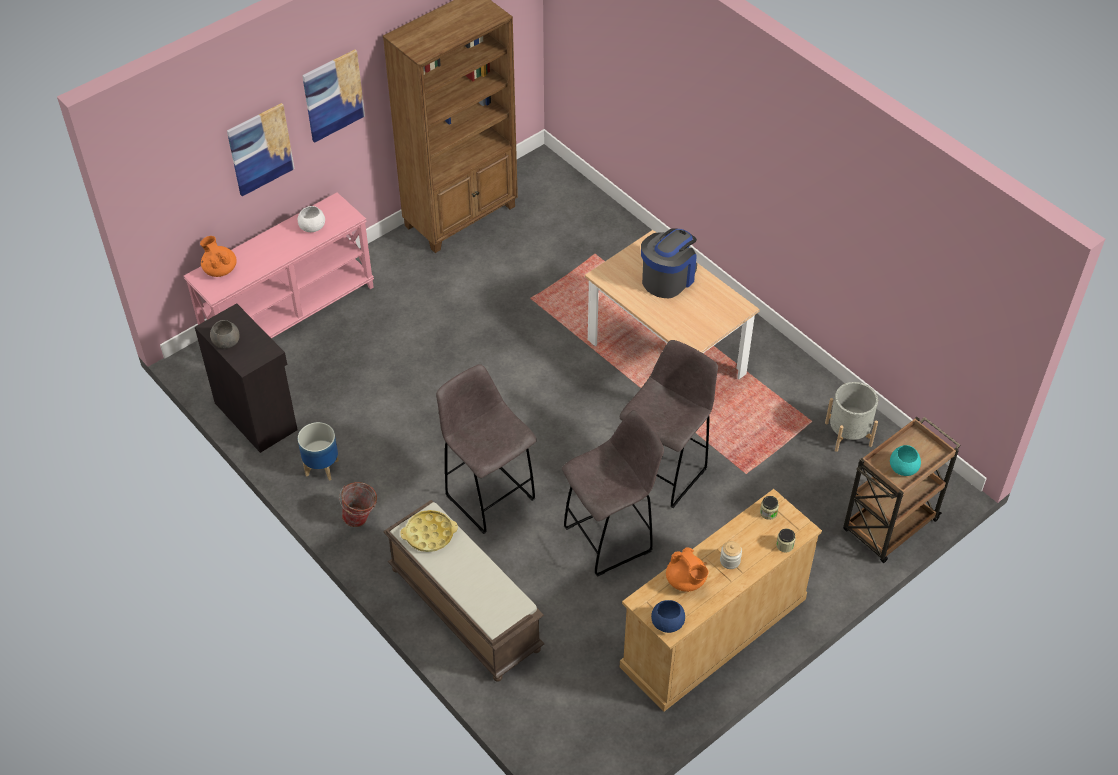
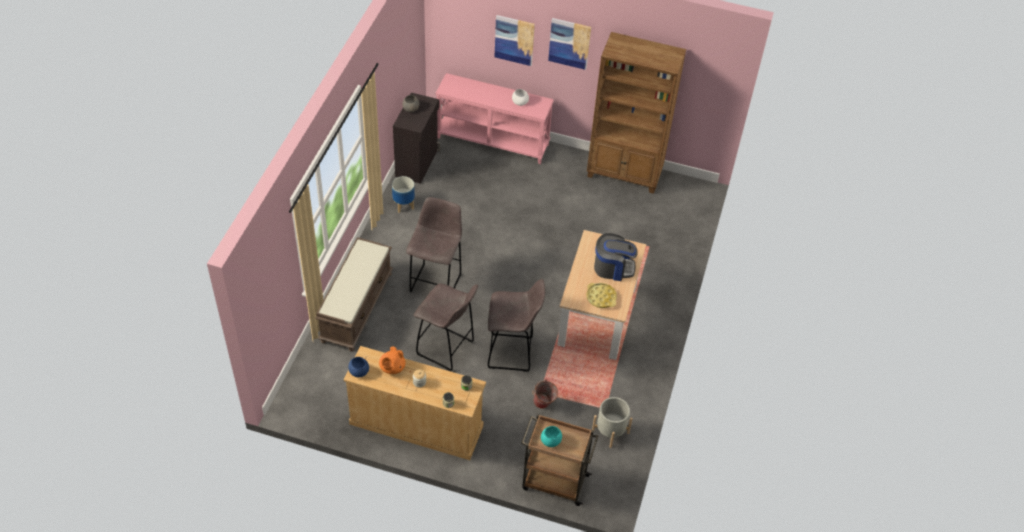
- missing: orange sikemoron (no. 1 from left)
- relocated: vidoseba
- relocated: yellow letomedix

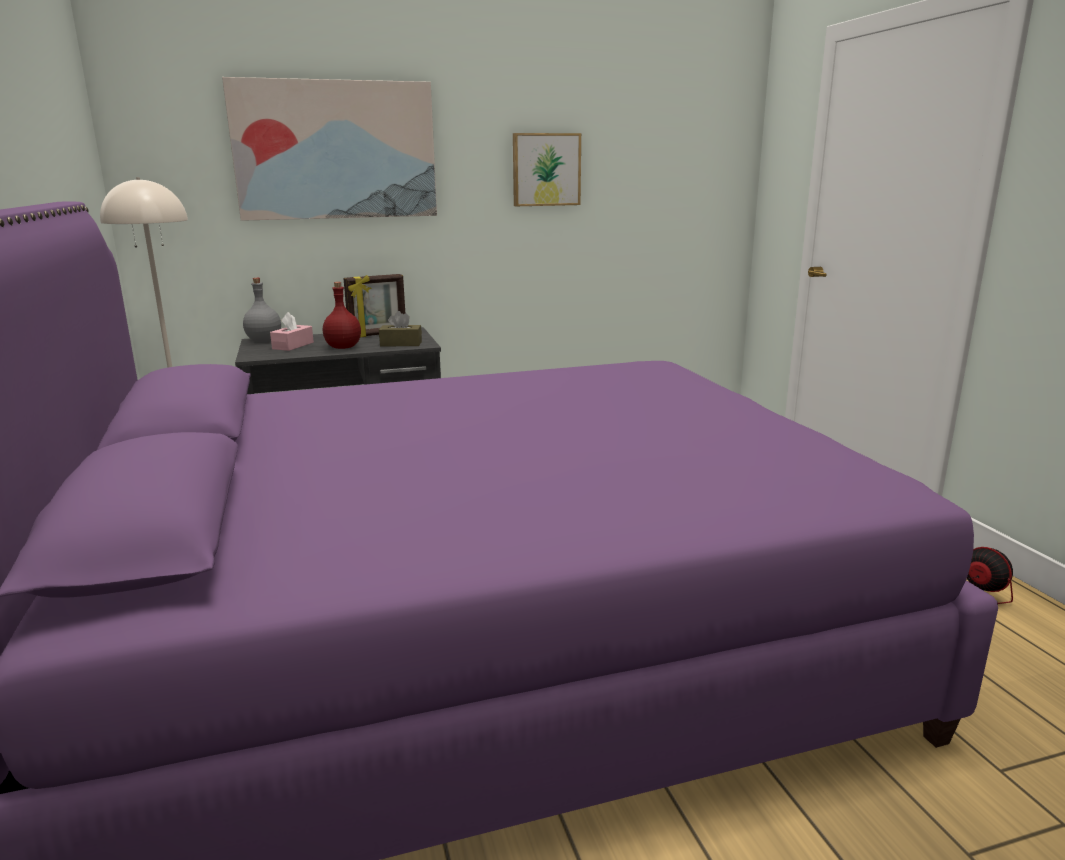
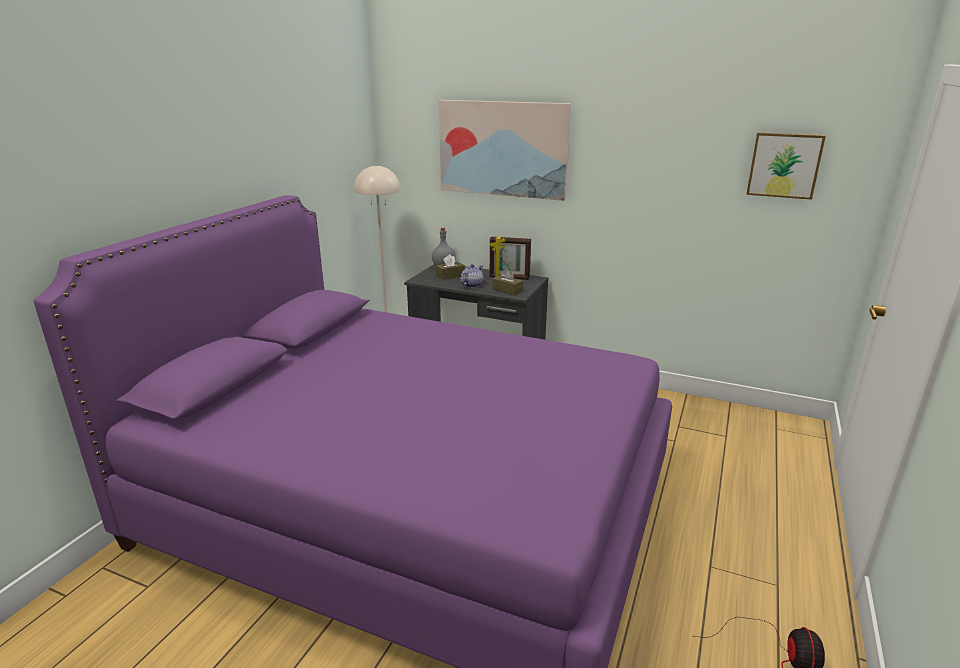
- relocated: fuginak (no. 2 from left)
- exchanged: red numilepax to sikemoron
- colour: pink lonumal to brown lonumal (no. 1 from left)

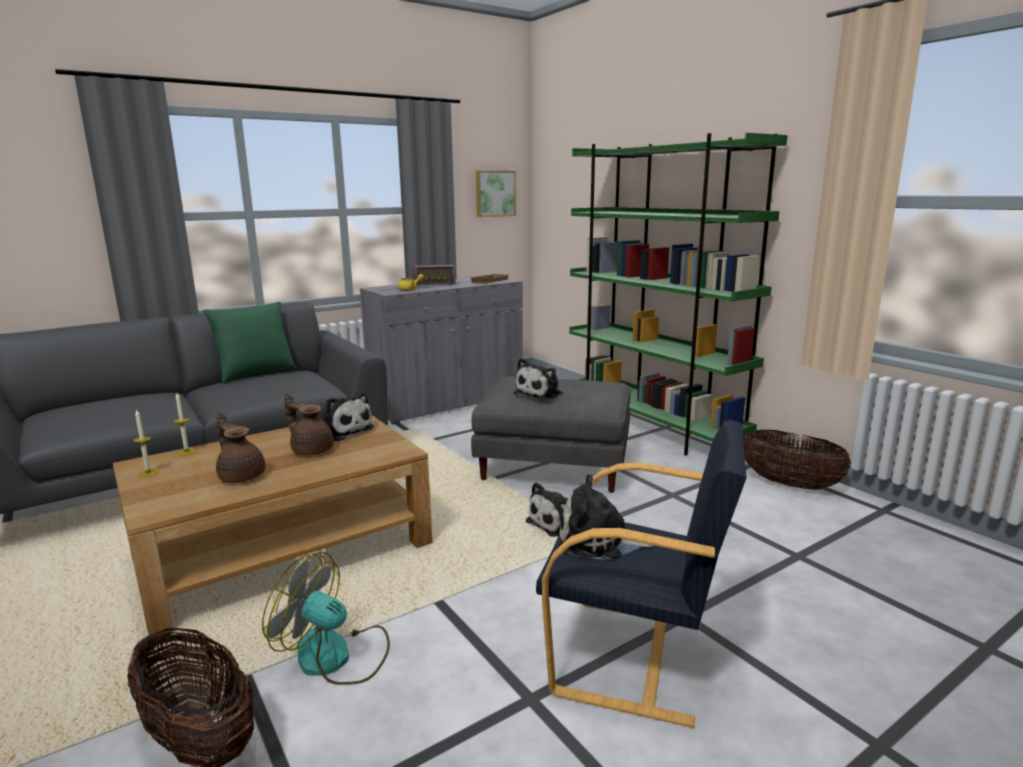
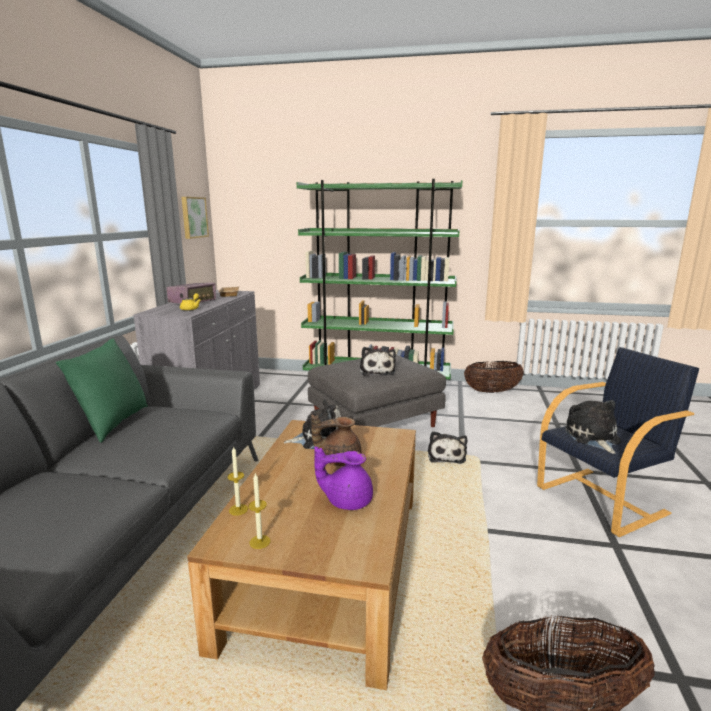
- colour: brown sikemoron (no. 1 from left) to purple sikemoron
- spun: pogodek (no. 4 from left) 120 degrees clockwise
- missing: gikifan

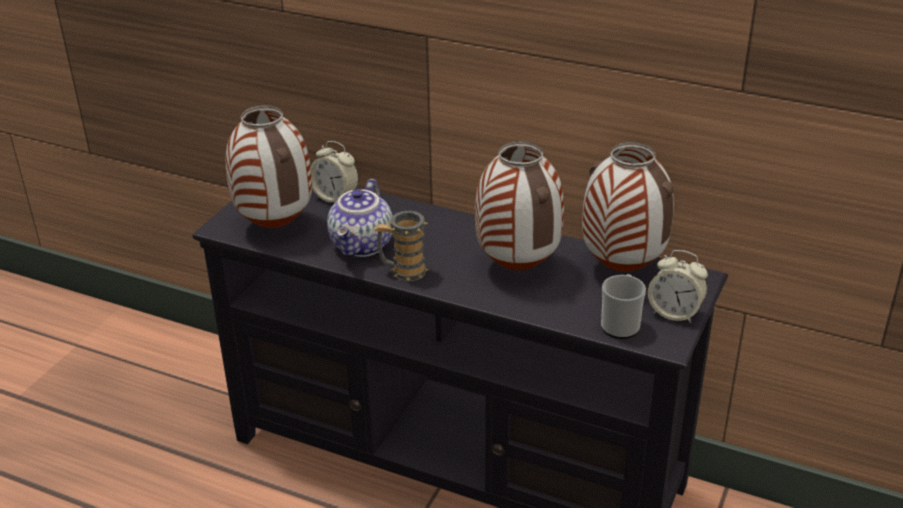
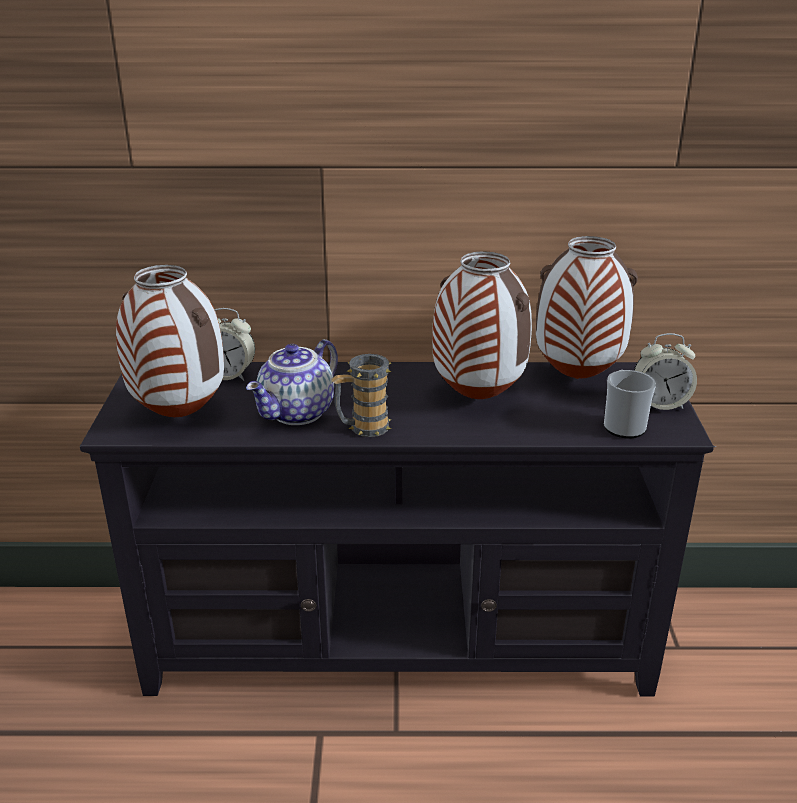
- spun: sikemoron 45 degrees clockwise

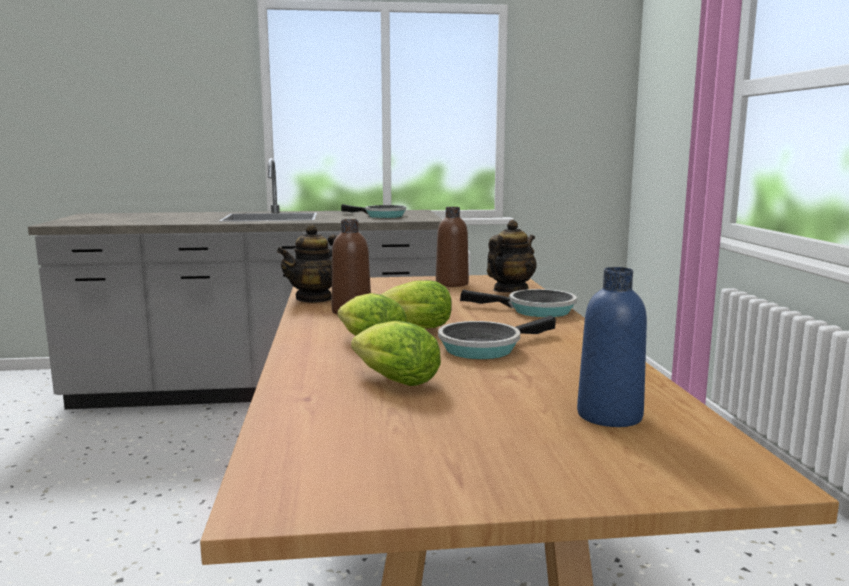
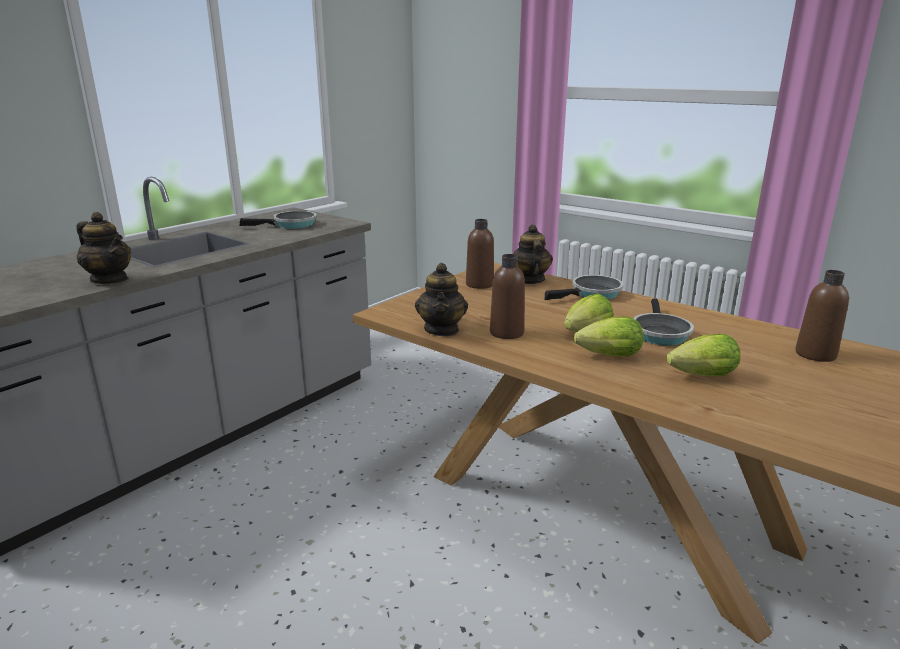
- colour: blue numilepax to brown numilepax (no. 3 from left)
- appeared: sikemoron (no. 1 from left)

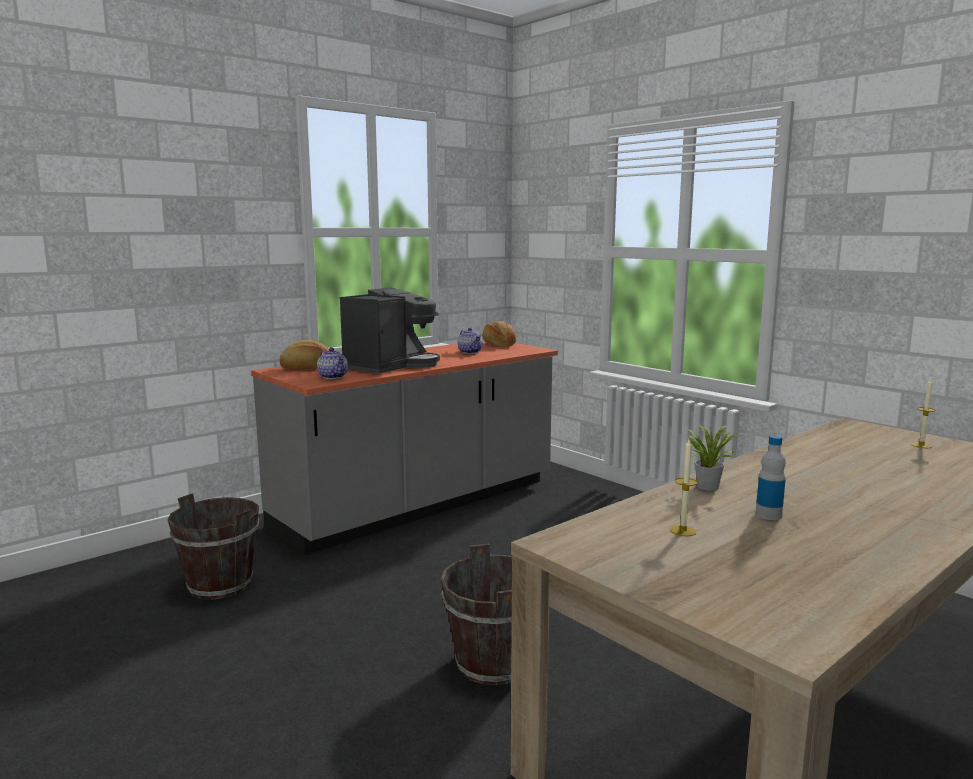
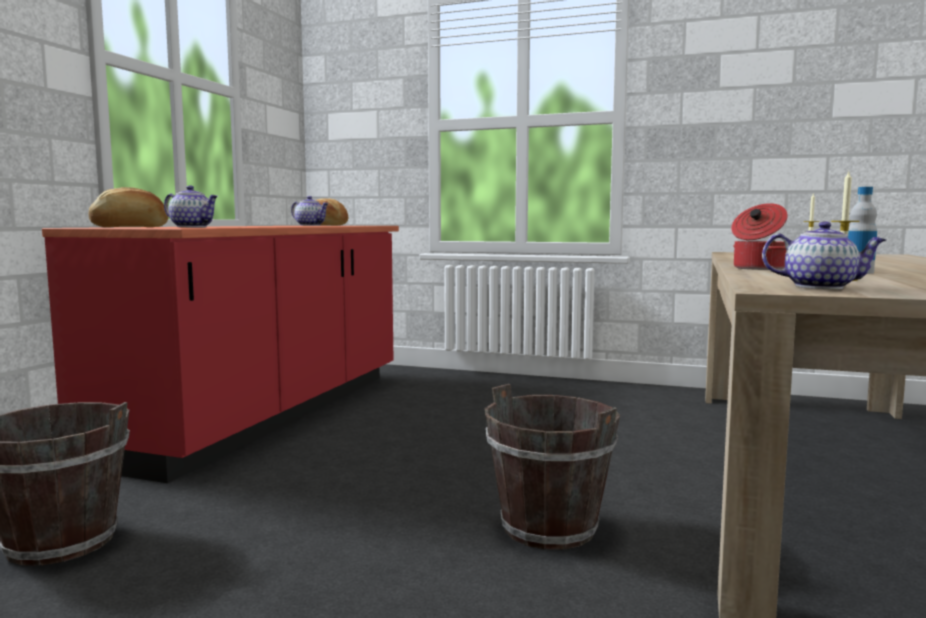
- missing: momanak
- colour: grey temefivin to red temefivin
- exchanged: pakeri to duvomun
- appeared: sikemoron (no. 3 from left)

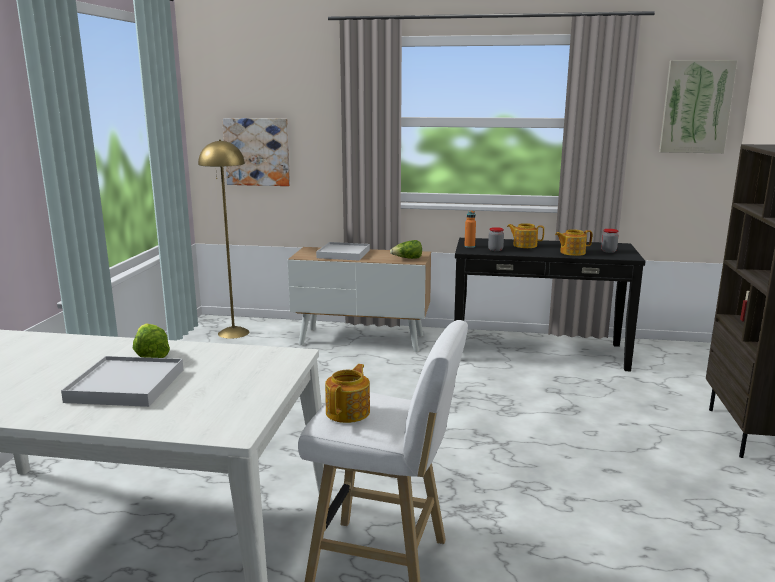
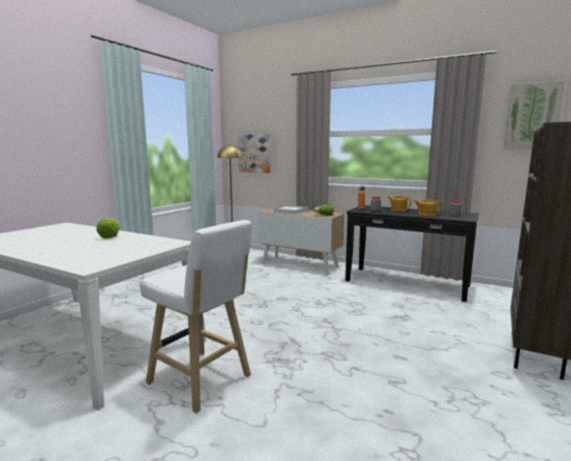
- missing: white letomedix (no. 1 from left)
- missing: sikemoron (no. 1 from left)

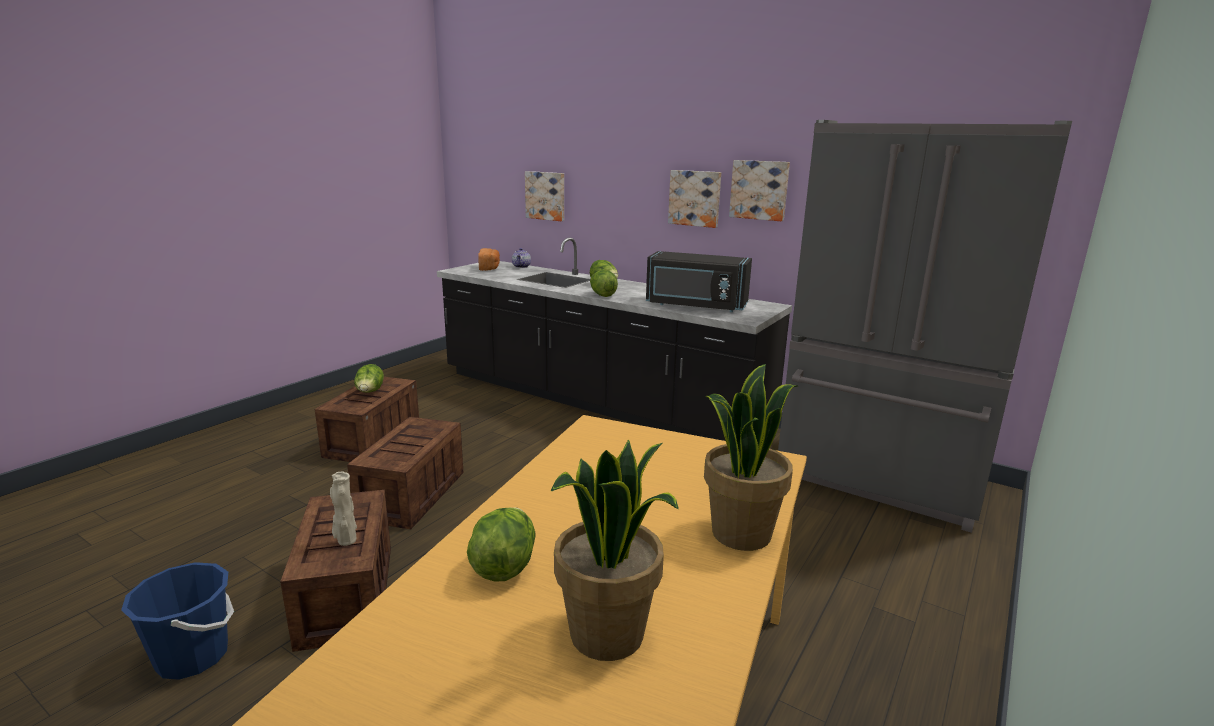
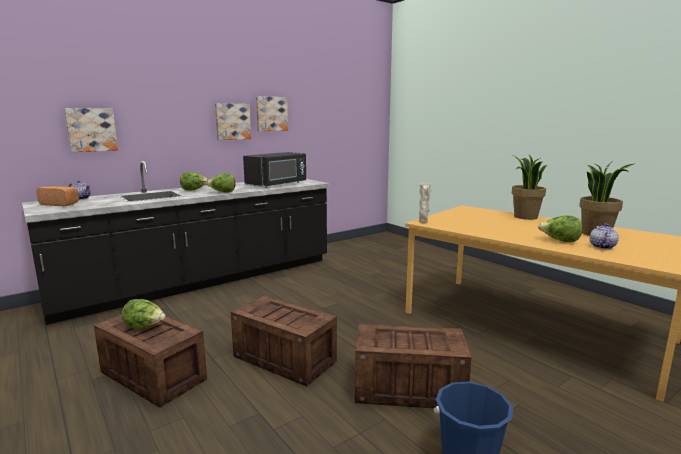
- missing: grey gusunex
- relocated: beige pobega
- appeared: sikemoron (no. 2 from left)

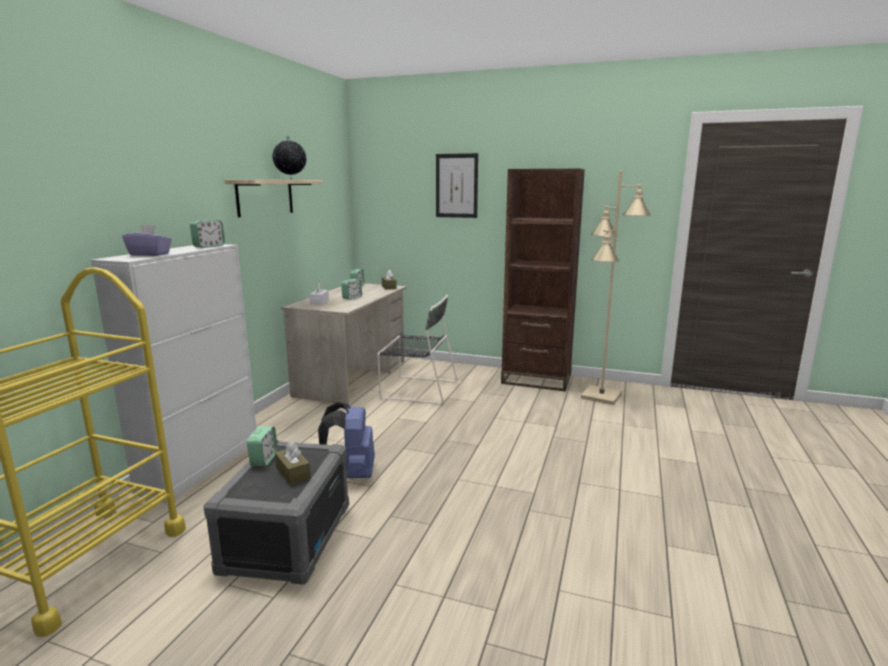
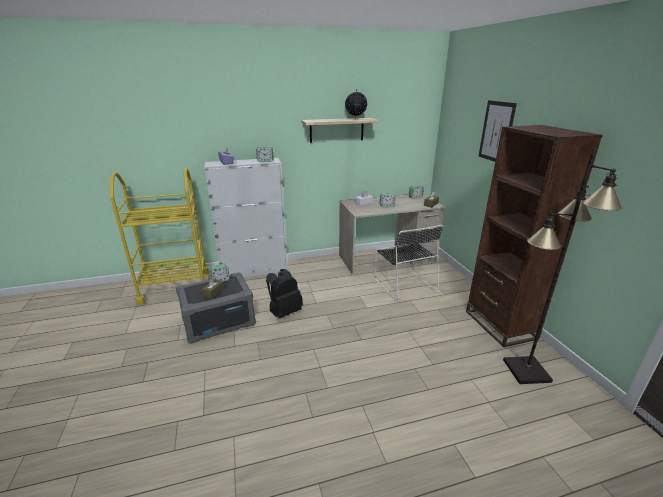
- colour: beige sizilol to black sizilol
- colour: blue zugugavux to black zugugavux

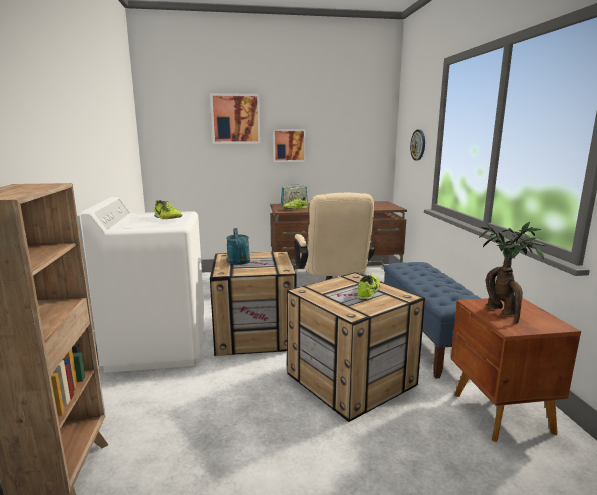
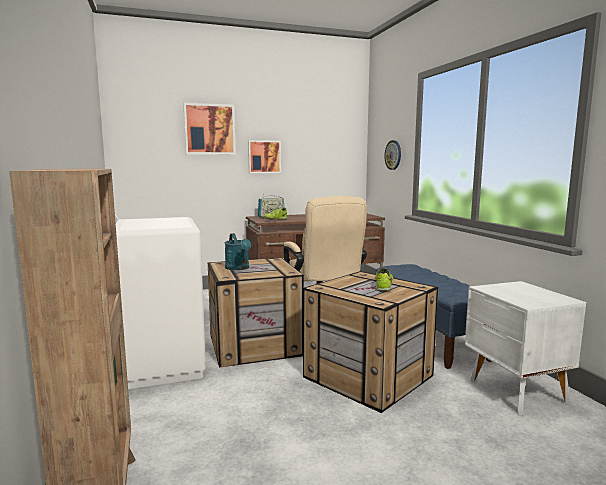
- missing: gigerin (no. 1 from left)
- missing: pakeri
- colour: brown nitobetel to white nitobetel

